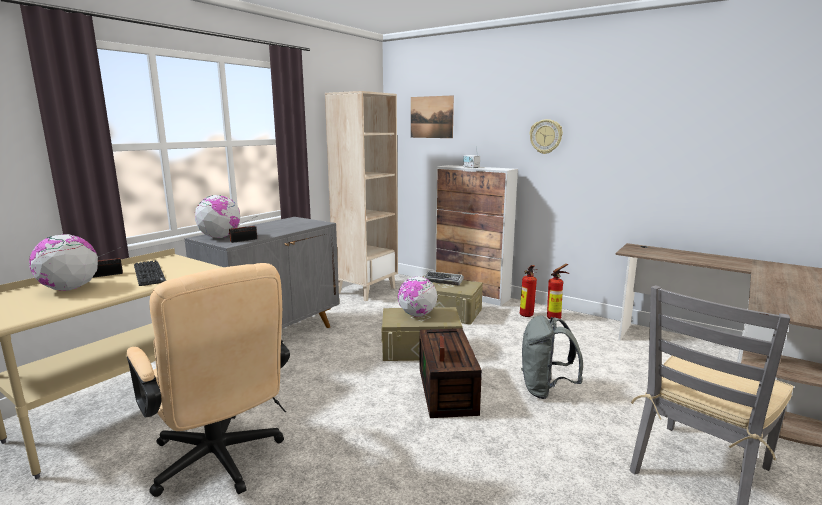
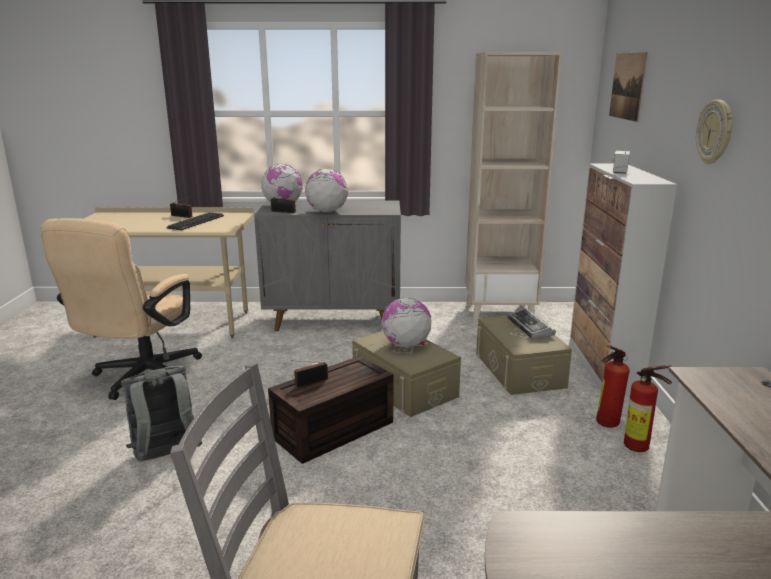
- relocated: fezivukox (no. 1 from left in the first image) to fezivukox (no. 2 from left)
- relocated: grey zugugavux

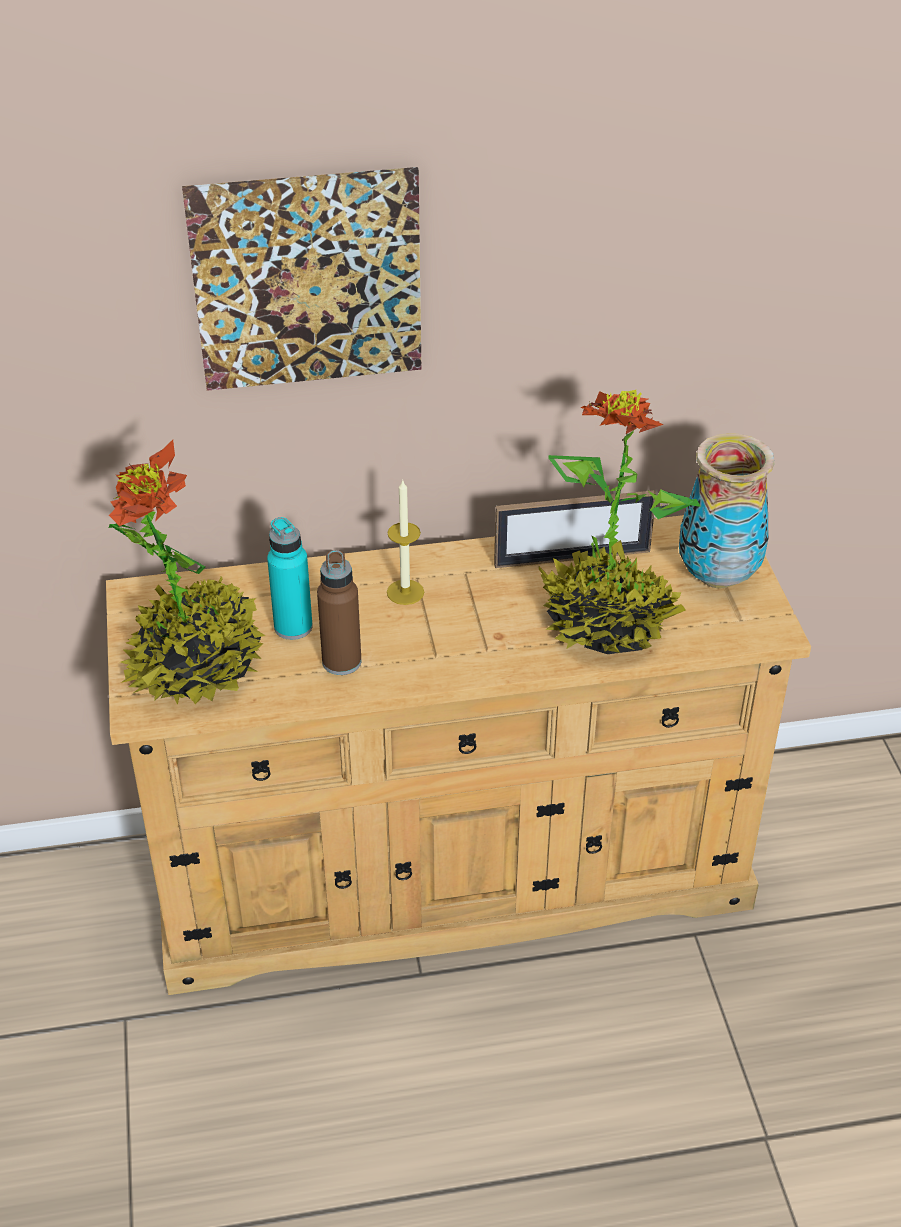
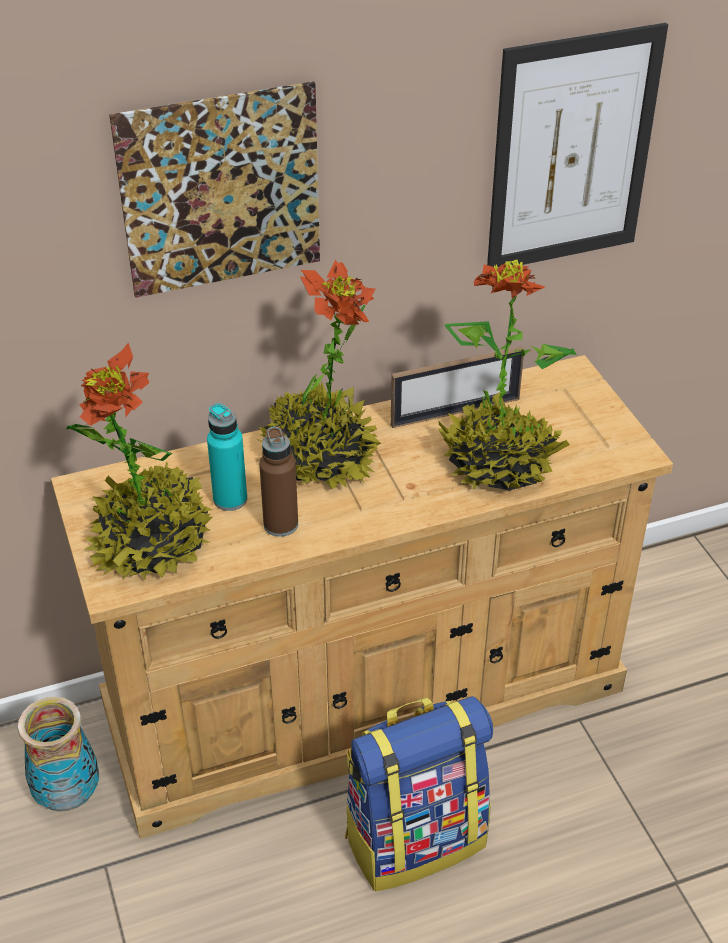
- relocated: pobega
- exchanged: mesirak to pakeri (no. 2 from left)
- appeared: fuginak (no. 2 from left)
- appeared: zugugavux

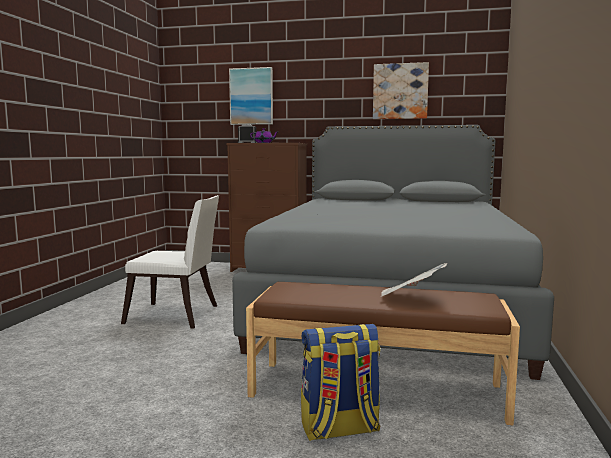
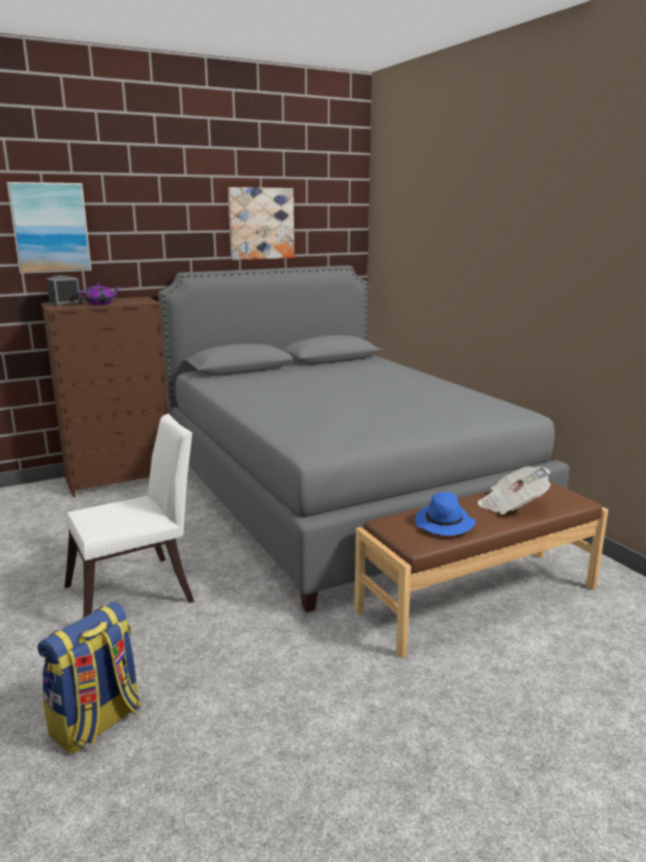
- relocated: zugugavux
- appeared: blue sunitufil

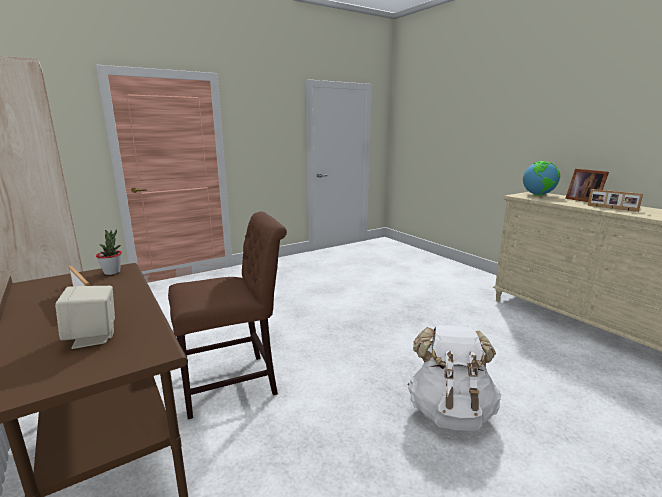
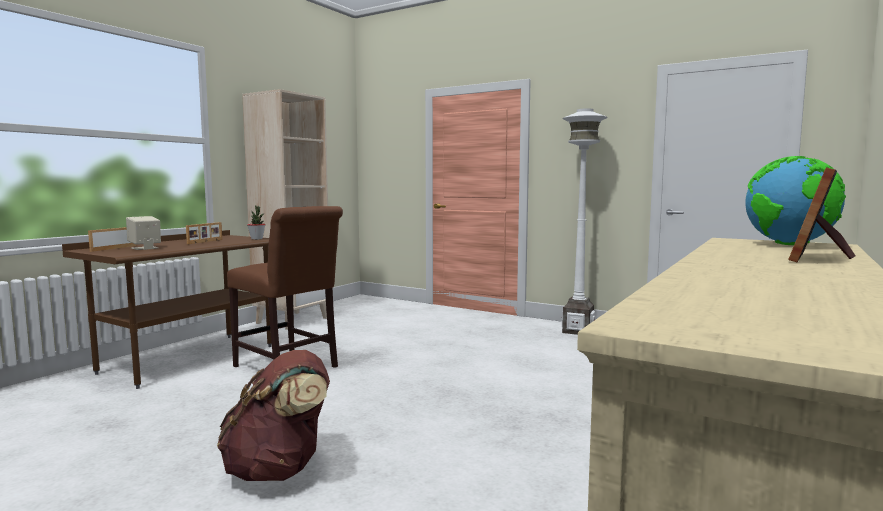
- relocated: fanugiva (no. 3 from left in the first image) to fanugiva (no. 1 from left)
- colour: white zugugavux to brown zugugavux
- appeared: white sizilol

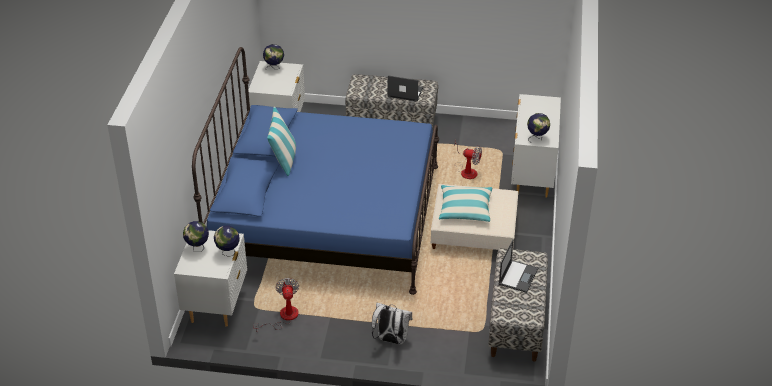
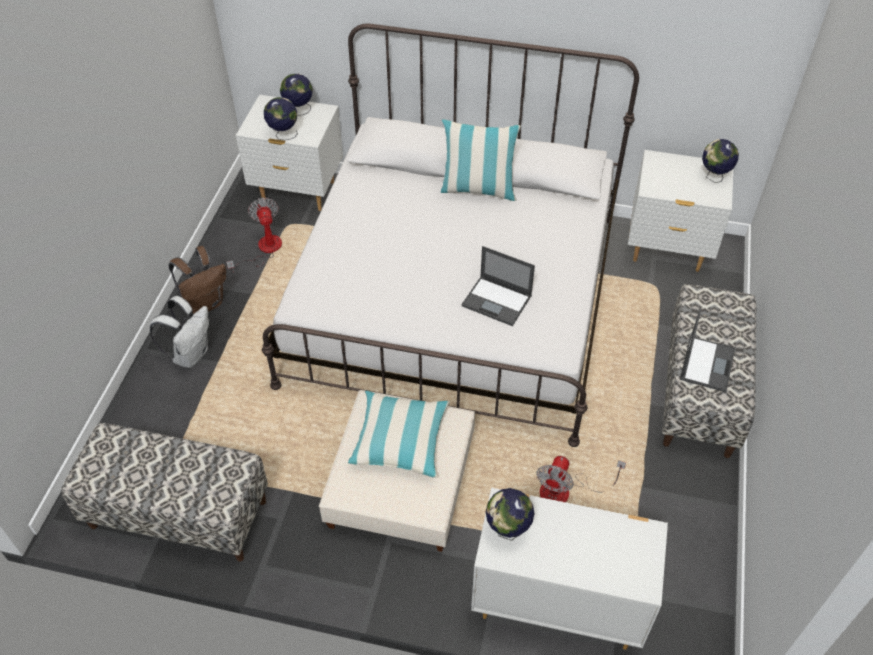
- colour: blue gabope to white gabope
- relocated: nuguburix (no. 2 from left in the first image) to nuguburix (no. 1 from left)
- spun: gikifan (no. 1 from left) 105 degrees counterclockwise
- appeared: brown zugugavux

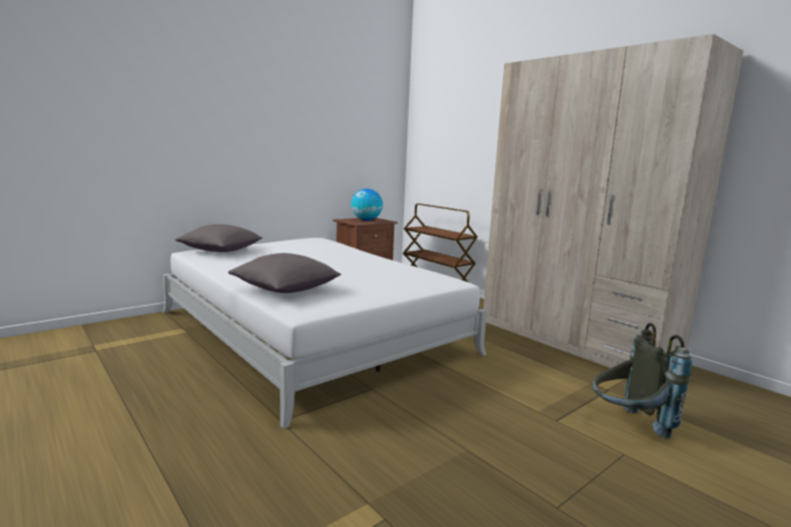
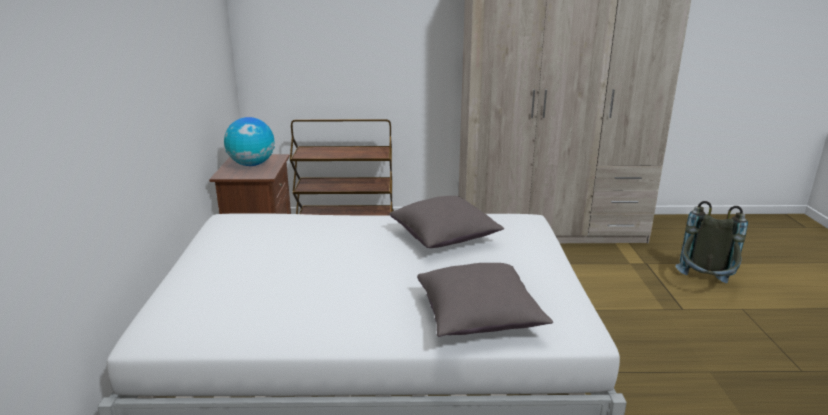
- relocated: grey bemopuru (no. 1 from left)

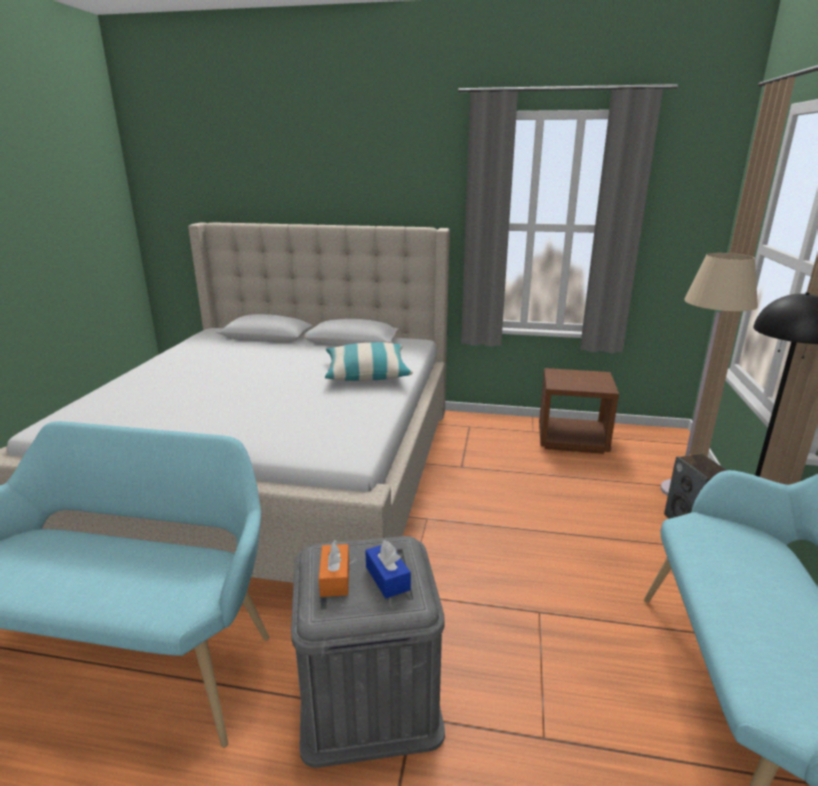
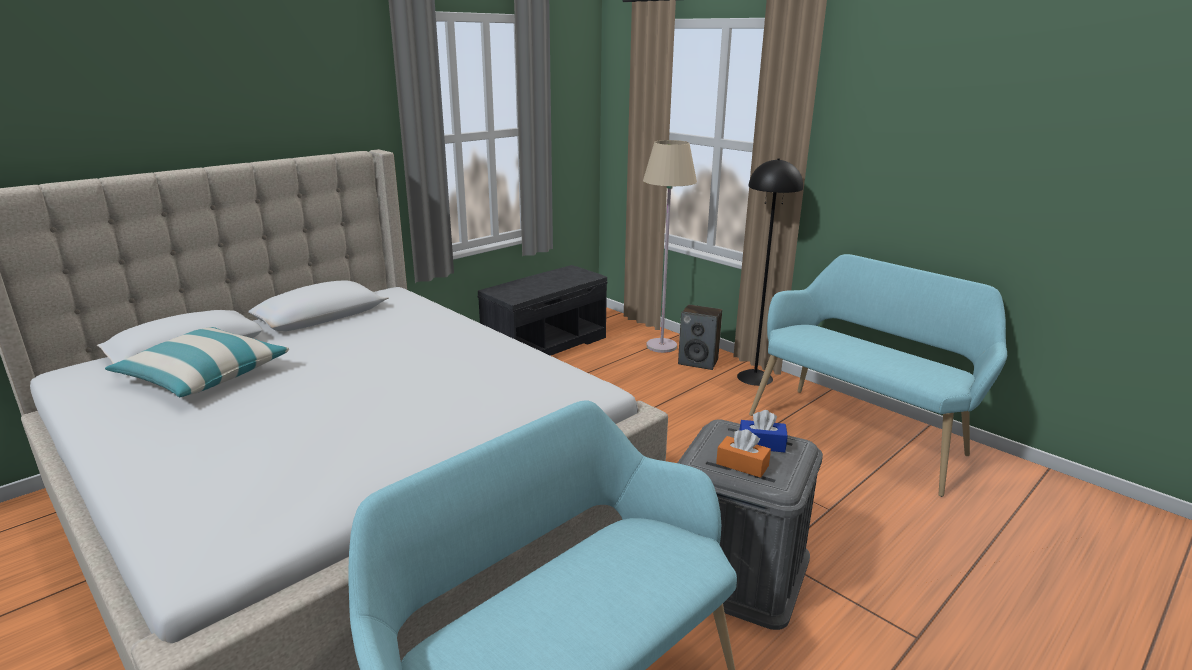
- relocated: bemopuru
- exchanged: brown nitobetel to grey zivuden

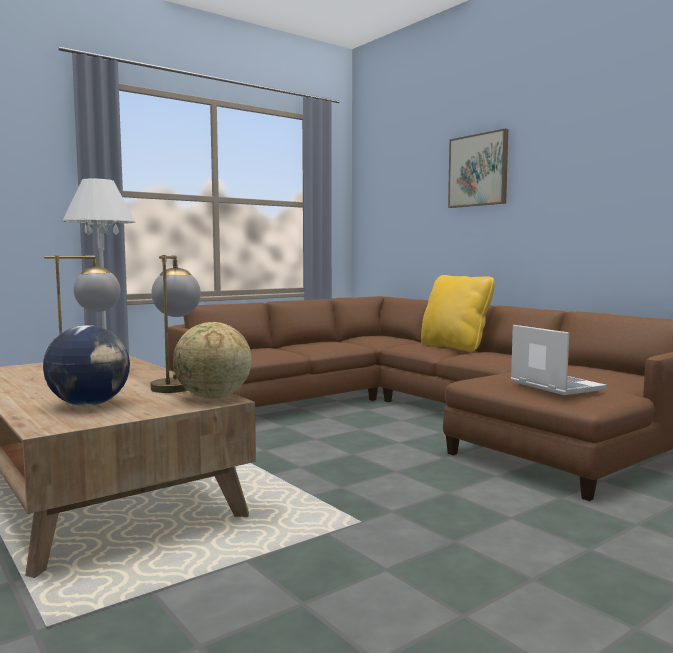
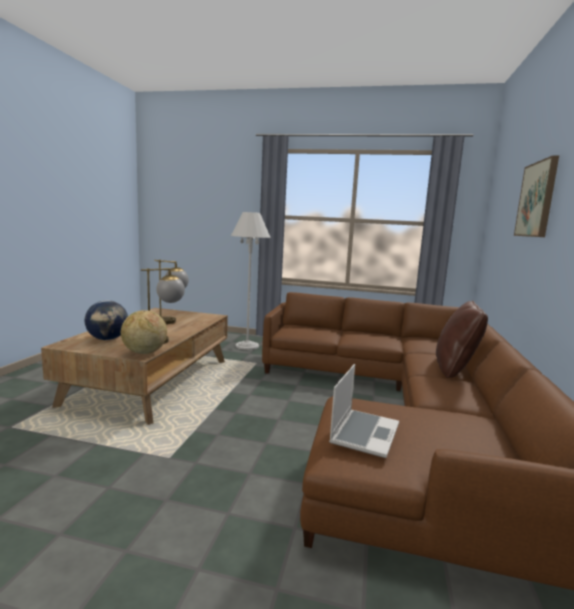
- colour: yellow bemopuru to brown bemopuru

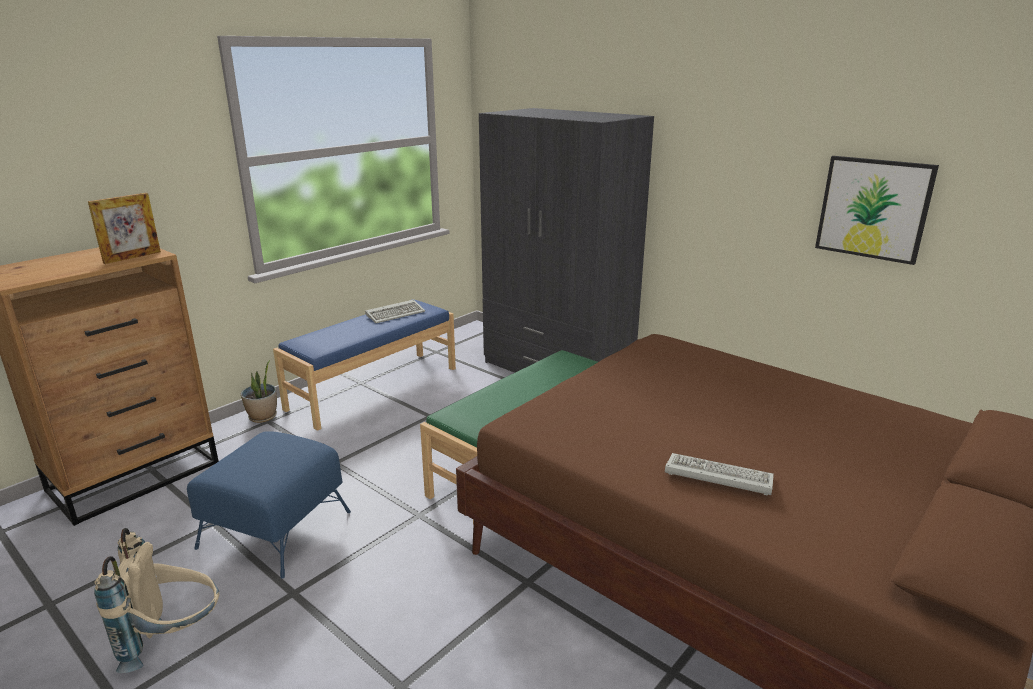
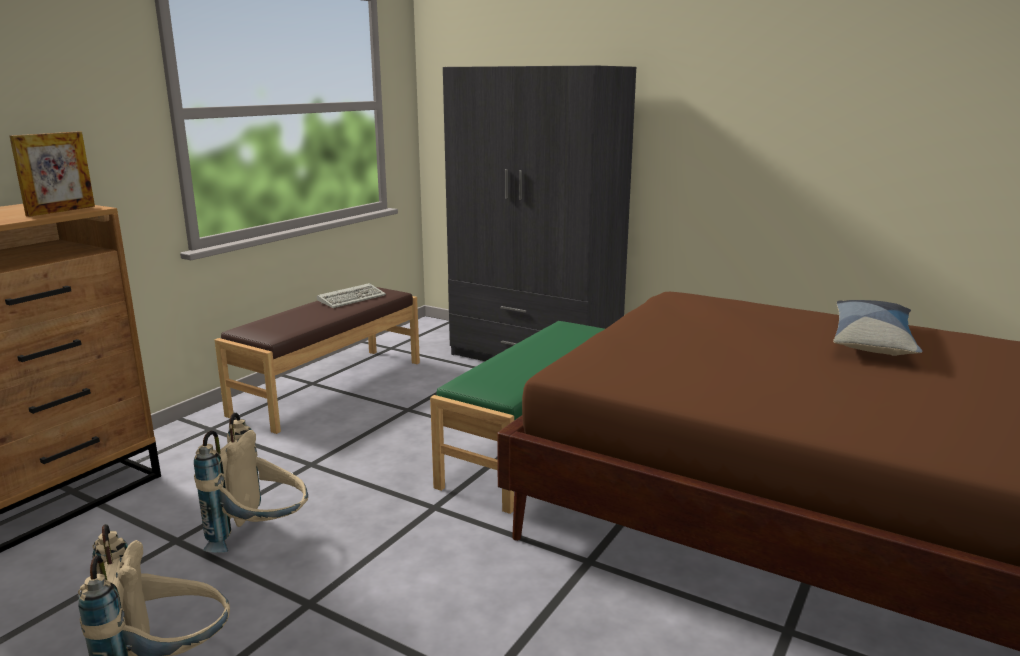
- missing: fuginak
- colour: blue zivuden to brown zivuden
- missing: pakeri
- exchanged: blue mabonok to beige zugugavux (no. 2 from left)
- missing: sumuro (no. 2 from left)
- appeared: bemopuru

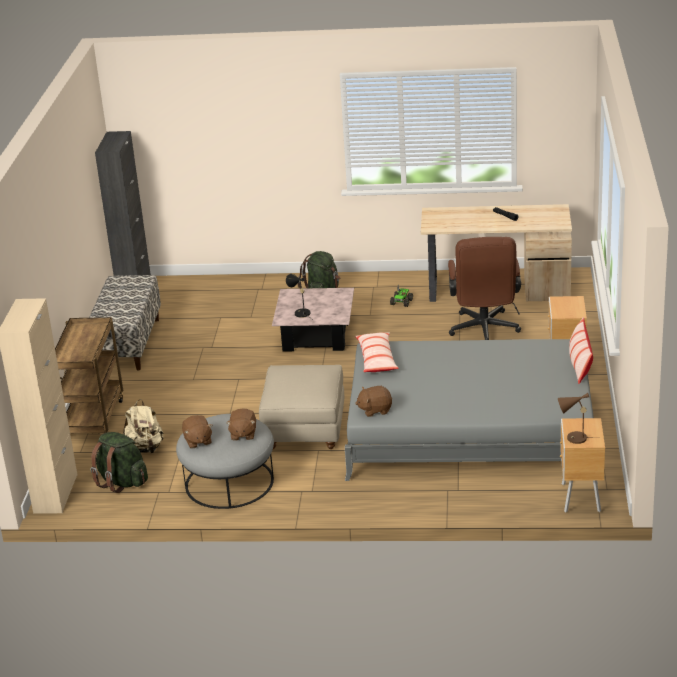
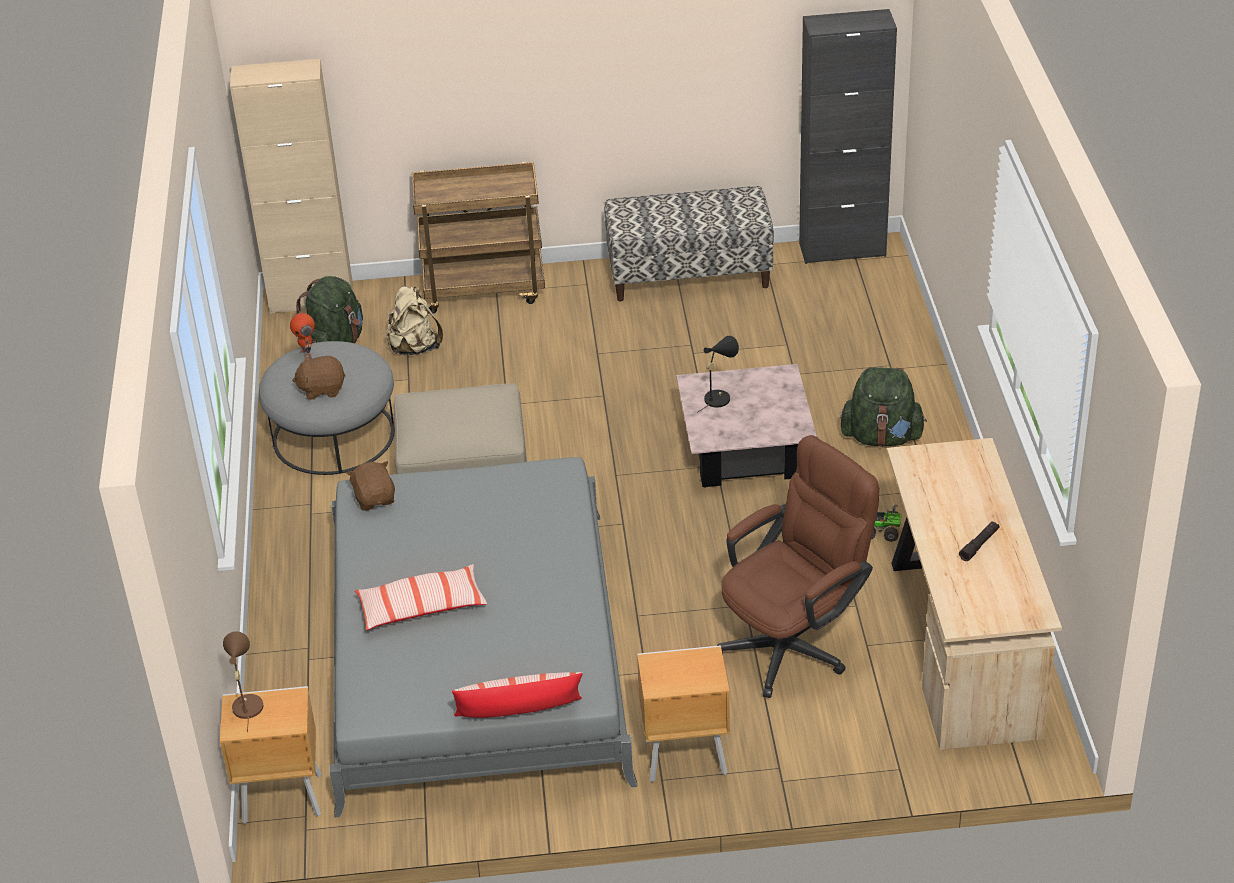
- spun: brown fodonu 150 degrees clockwise
- relocated: bemopuru (no. 1 from left)
- exchanged: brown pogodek (no. 1 from left) to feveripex

